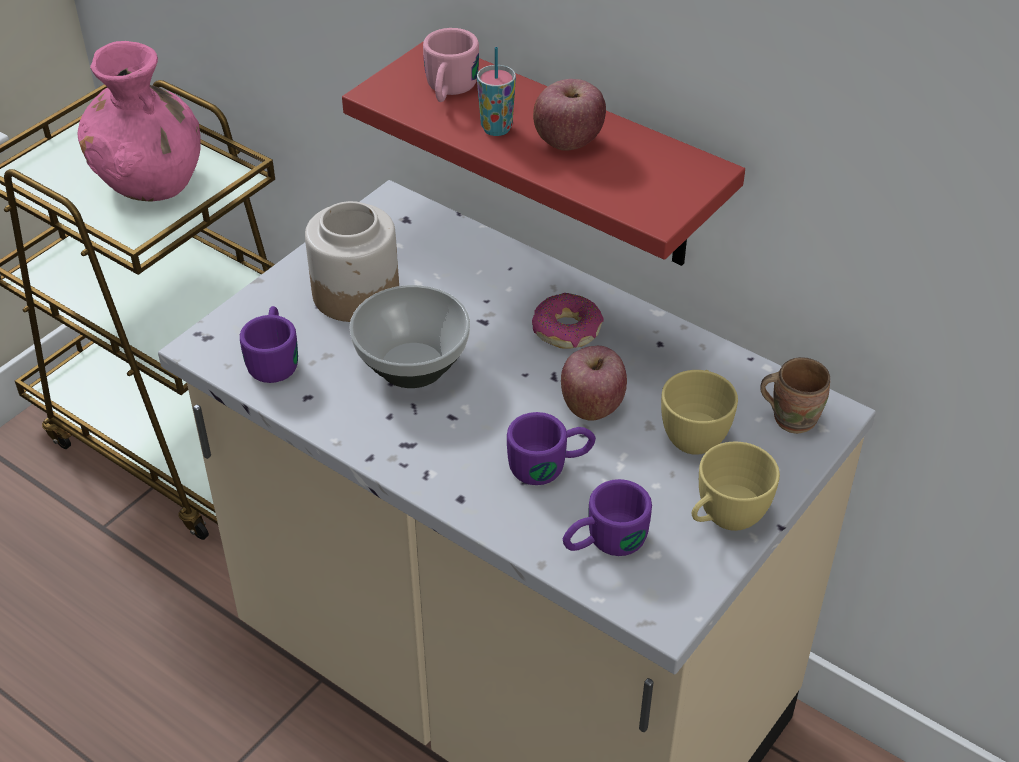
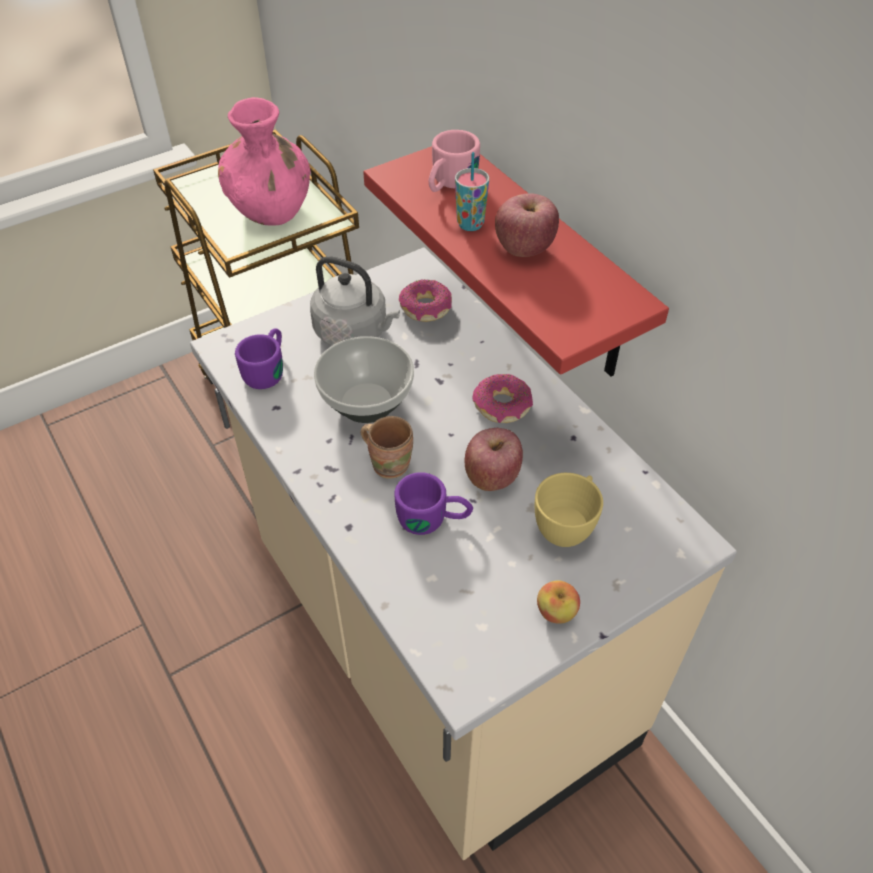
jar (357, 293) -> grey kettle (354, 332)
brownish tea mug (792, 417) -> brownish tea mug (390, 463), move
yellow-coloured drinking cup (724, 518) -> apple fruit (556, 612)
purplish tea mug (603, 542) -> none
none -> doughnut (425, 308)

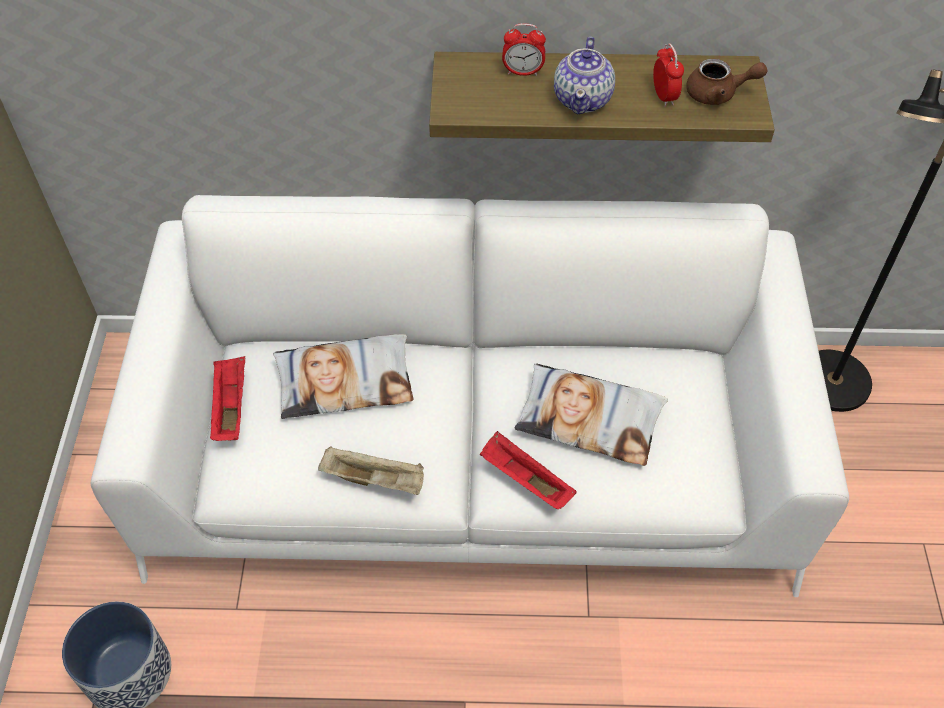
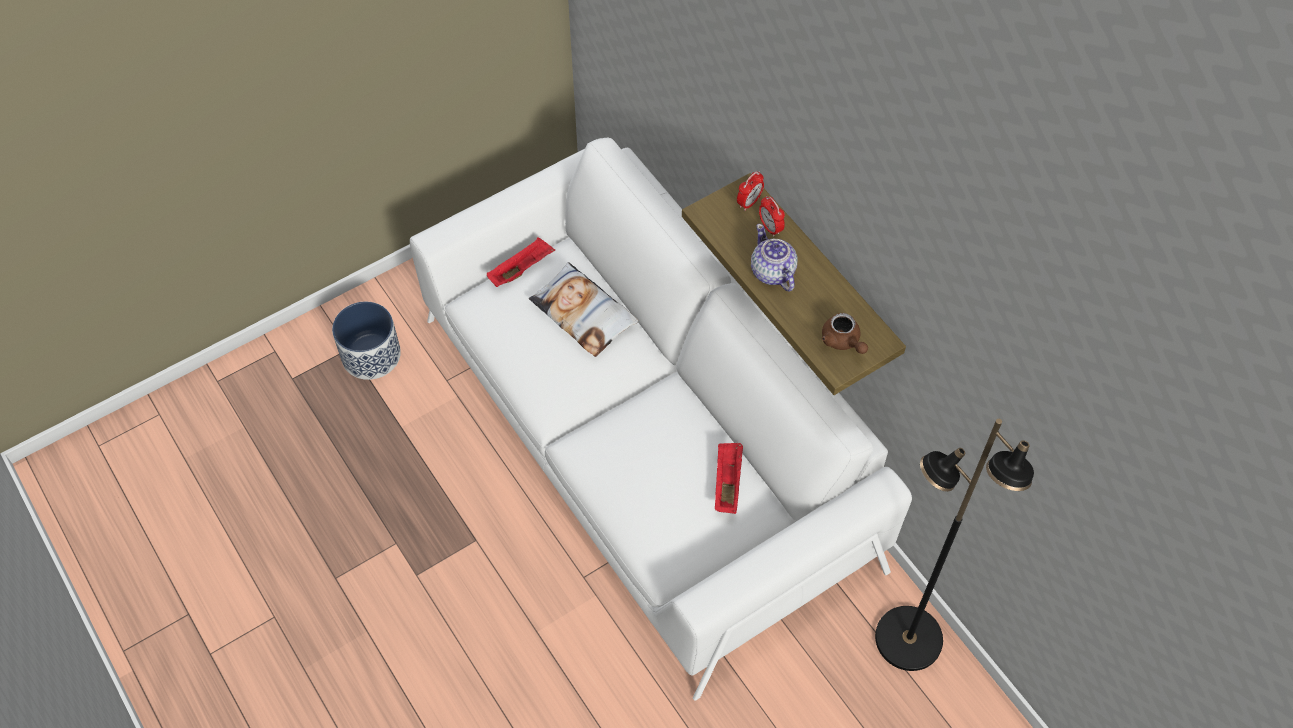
pot for tea (583, 99) -> pot for tea (772, 272), 90 degrees clockwise
alarm clock (664, 96) -> alarm clock (749, 202), move
throw pillow (589, 419) -> none
reddish serving tray (524, 480) -> reddish serving tray (727, 482), move
sand-coloured serving tray (375, 479) -> none

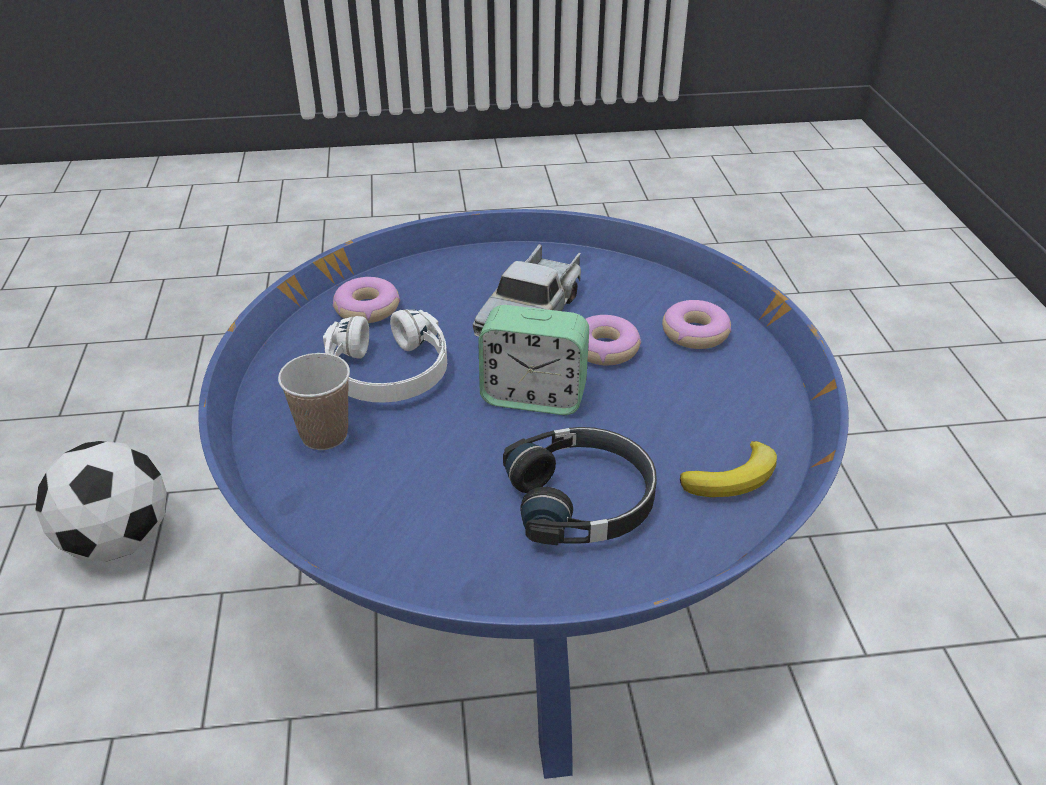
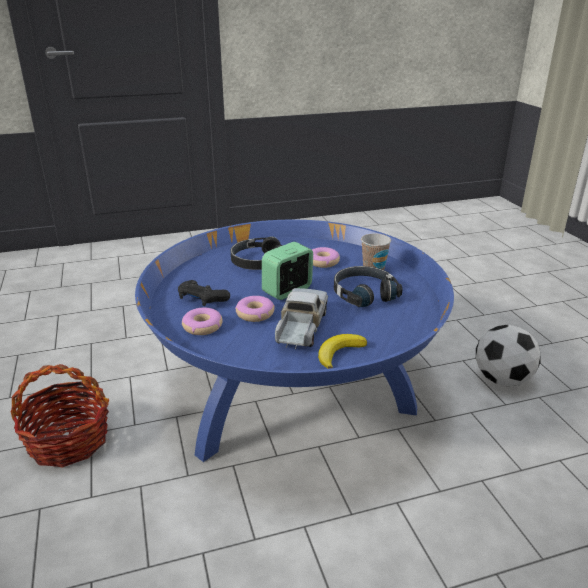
doughnut (367, 309) -> doughnut (323, 262), move
alarm clock (533, 397) -> alarm clock (287, 290), 45 degrees counterclockwise
white-coloured pair of headphones (388, 373) -> black-coloured pair of headphones (363, 293)
banana fruit (733, 478) -> banana fruit (339, 353), move
none -> black-coloured joypad (202, 299)
none -> household basket (68, 441)

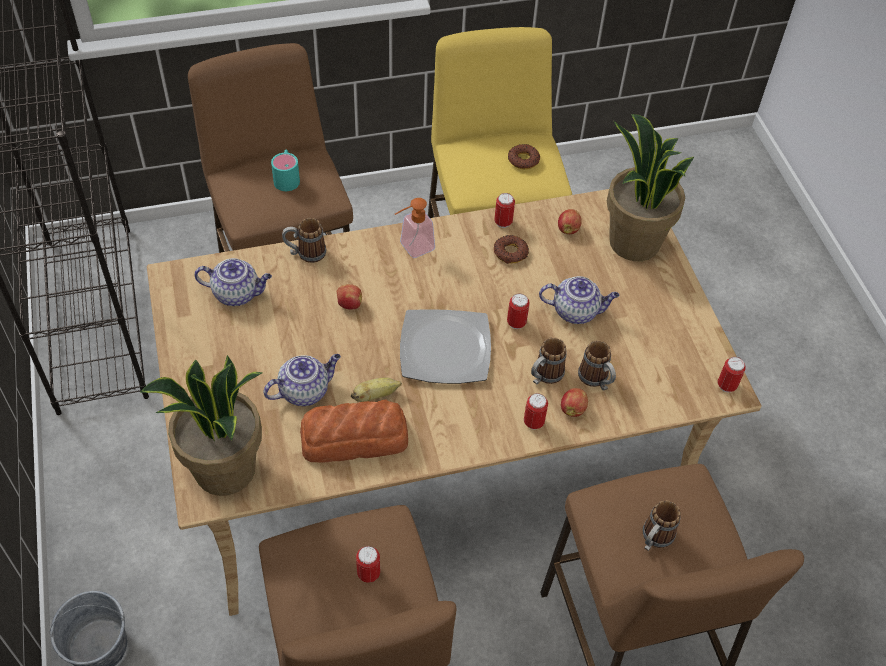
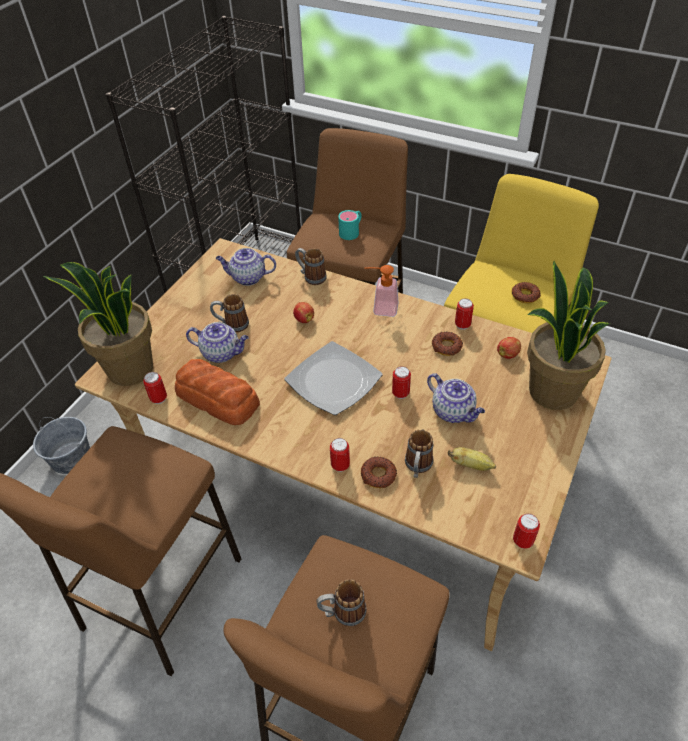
pot for tea (237, 293) -> pot for tea (247, 278), 135 degrees clockwise
tea mug (544, 376) -> tea mug (231, 325), move
banana fruit (375, 395) -> banana fruit (471, 465), move
apple fruit (573, 409) -> doughnut (378, 475)
can (368, 574) -> can (158, 398), move

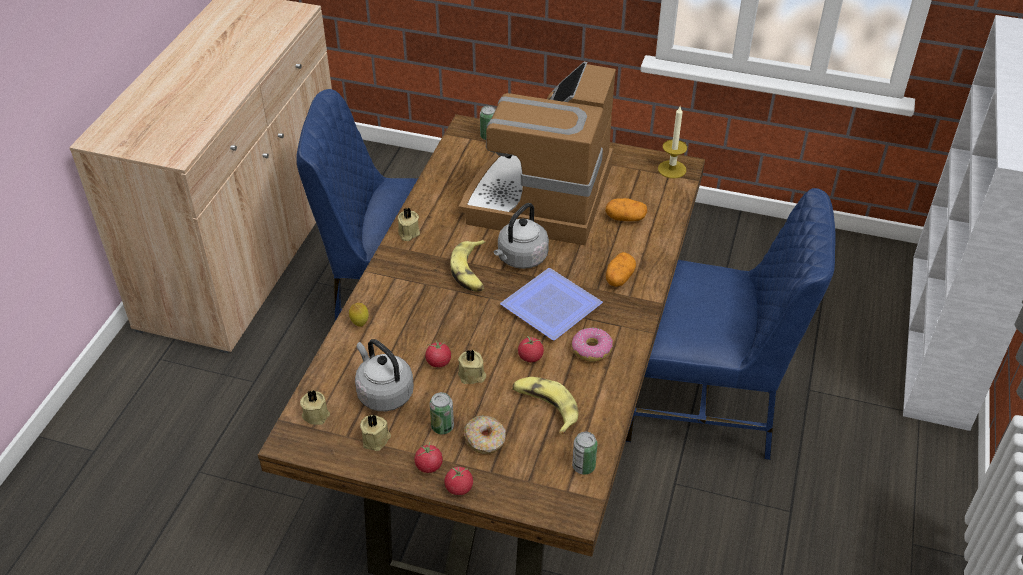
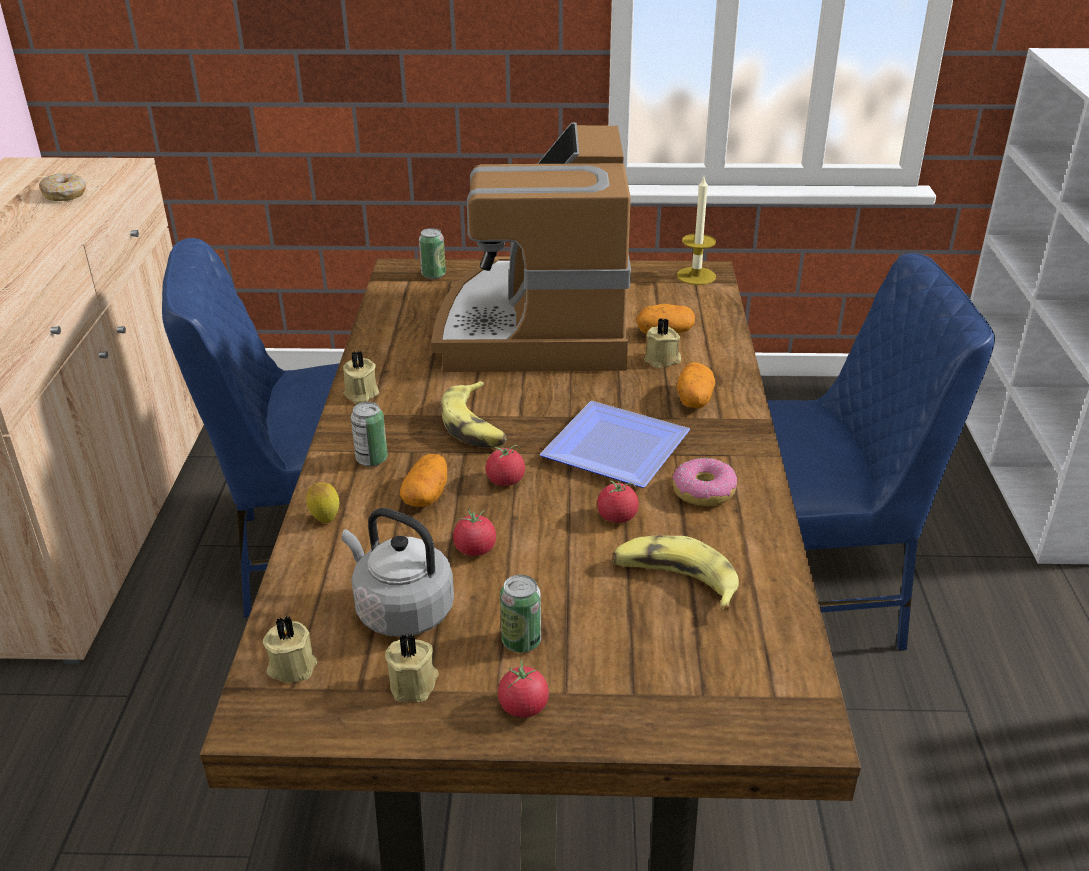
grey kettle (520, 259) -> none
sand-coloured candle (472, 376) -> sand-coloured candle (663, 360), move
doughnut (485, 440) -> doughnut (65, 195), move
can (583, 466) -> can (372, 459), move
fresh tomato (459, 488) -> fresh tomato (505, 481), move
none -> whole potato (426, 495)

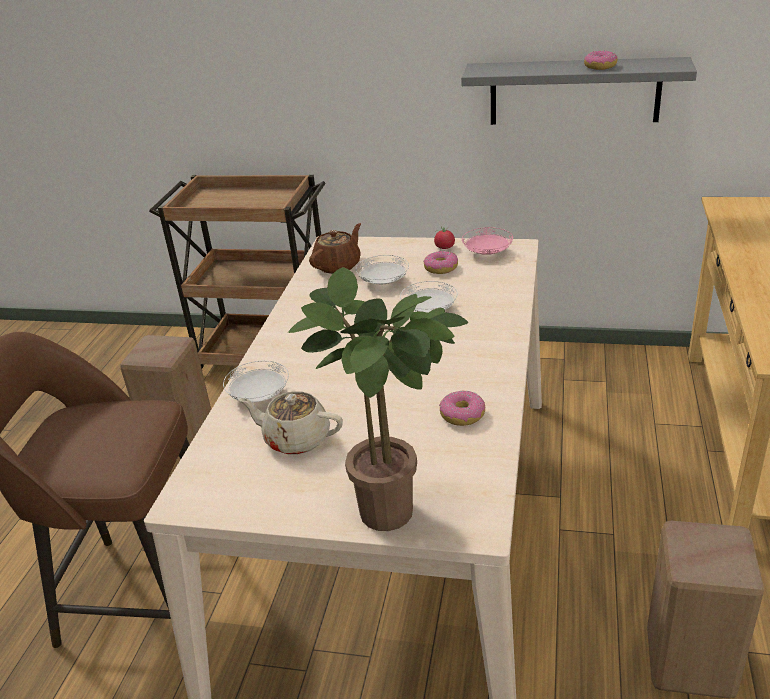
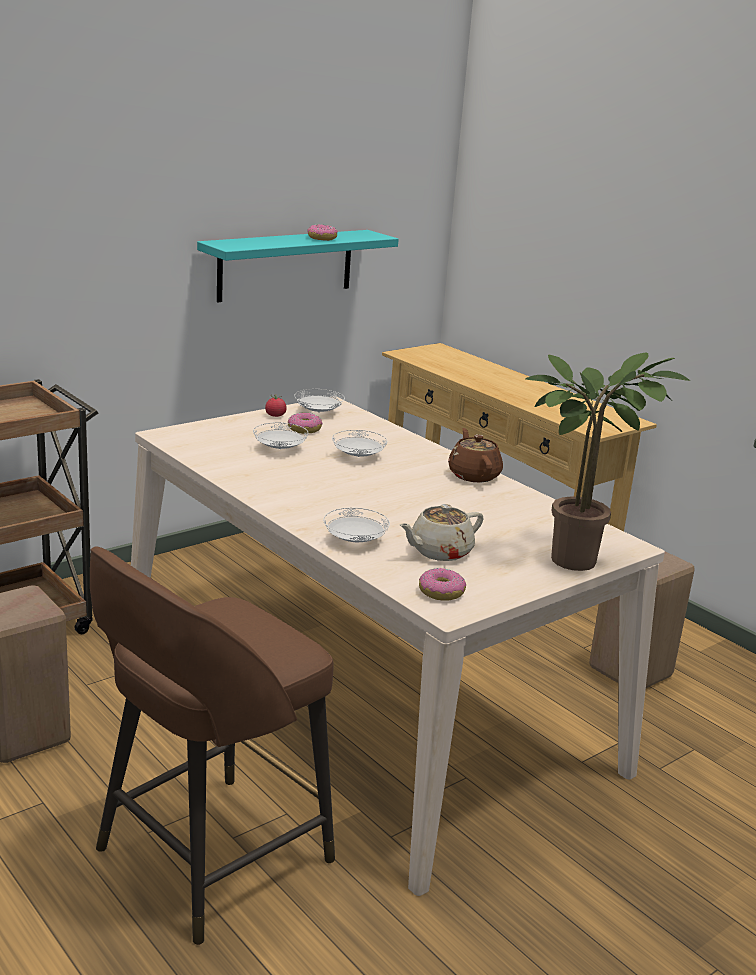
grey wall shelf (574, 92) -> blue-green wall shelf (286, 265)
brownish pot for tea (338, 265) -> brownish pot for tea (473, 475), move
pink-coloured dinner plate (487, 253) -> white-coloured dinner plate (318, 412)
doughnut (462, 415) -> doughnut (441, 592), move

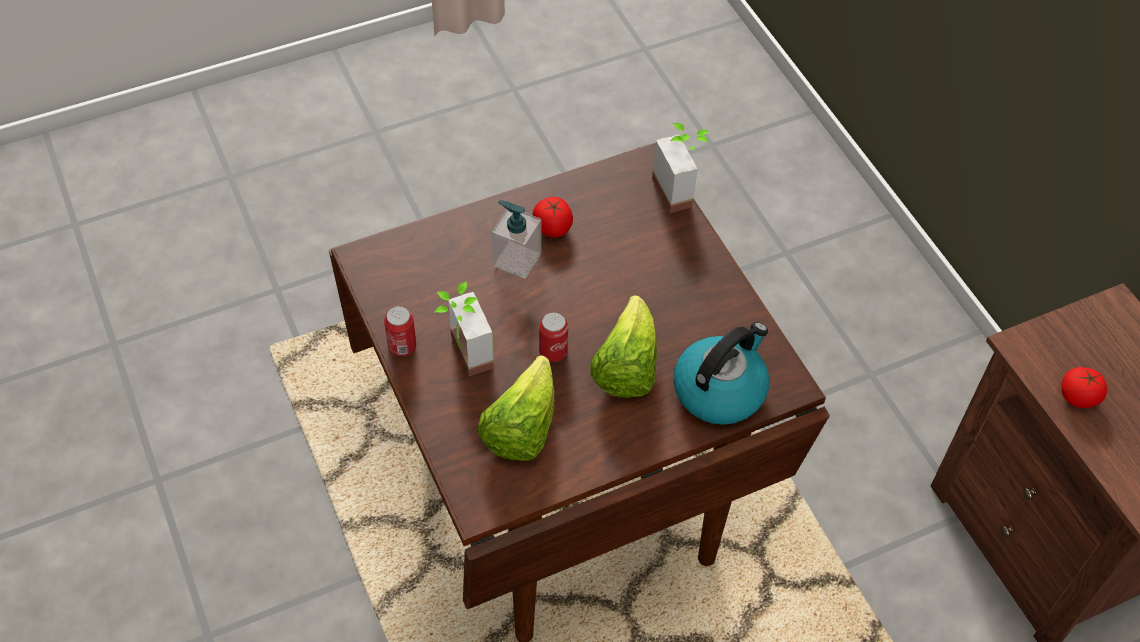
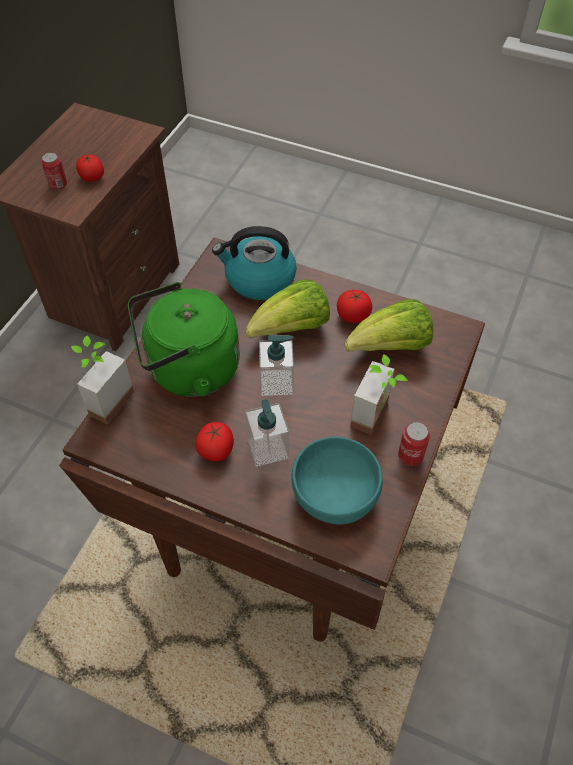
can (553, 352) -> can (58, 185), move
none -> greenish kettle (188, 370)
none -> fresh tomato (353, 315)
none -> soap bottle (277, 382)
none -> blue-green bowl (335, 495)

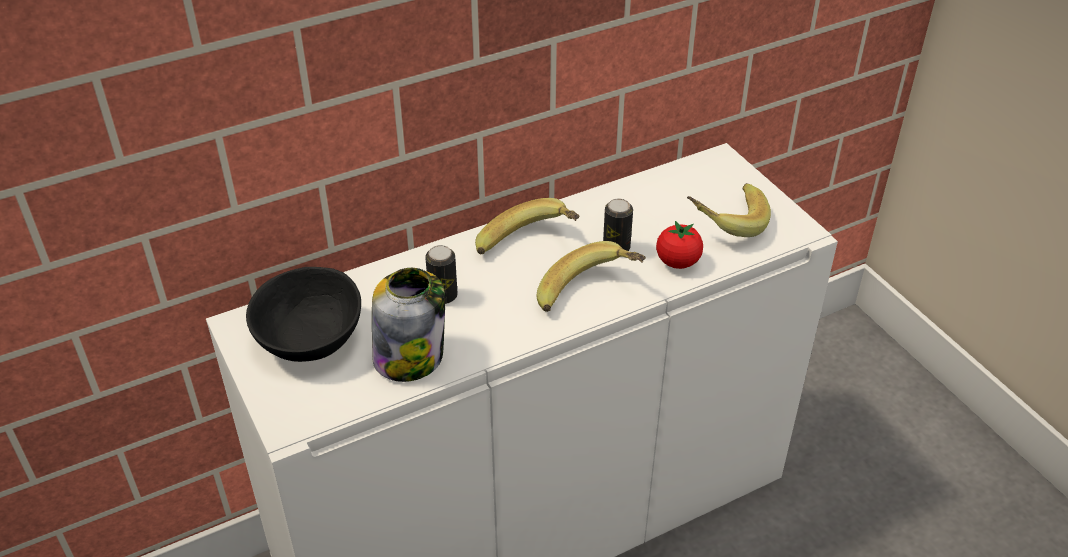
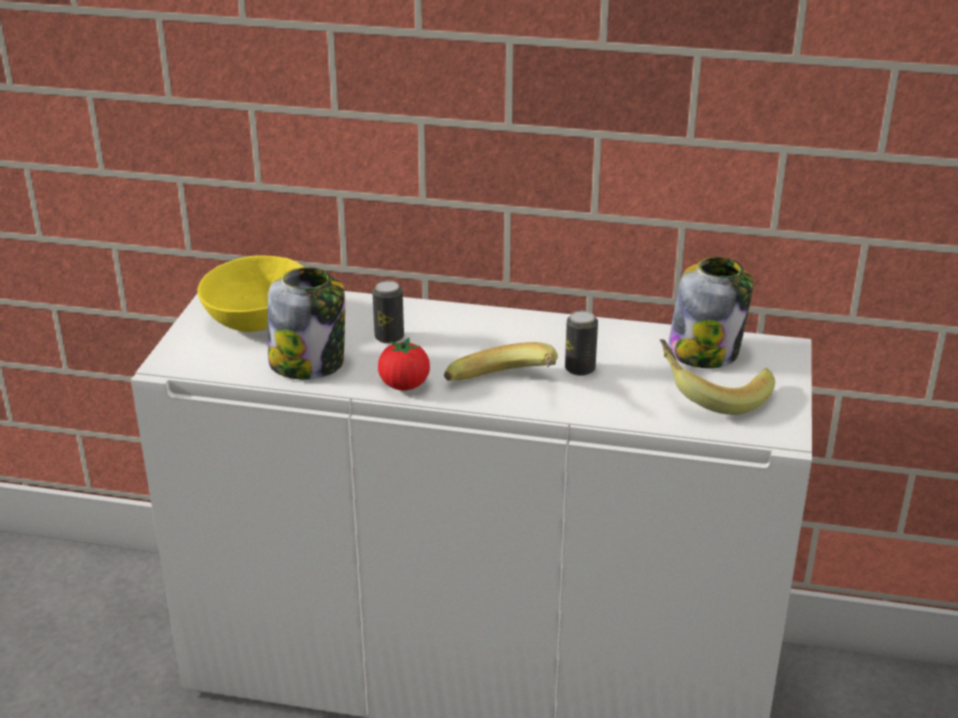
banana fruit (529, 247) -> none
fresh tomato (677, 262) -> fresh tomato (404, 385), move
black-coloured bowl (309, 338) -> yellow-coloured bowl (257, 319)
none -> jar (705, 352)

